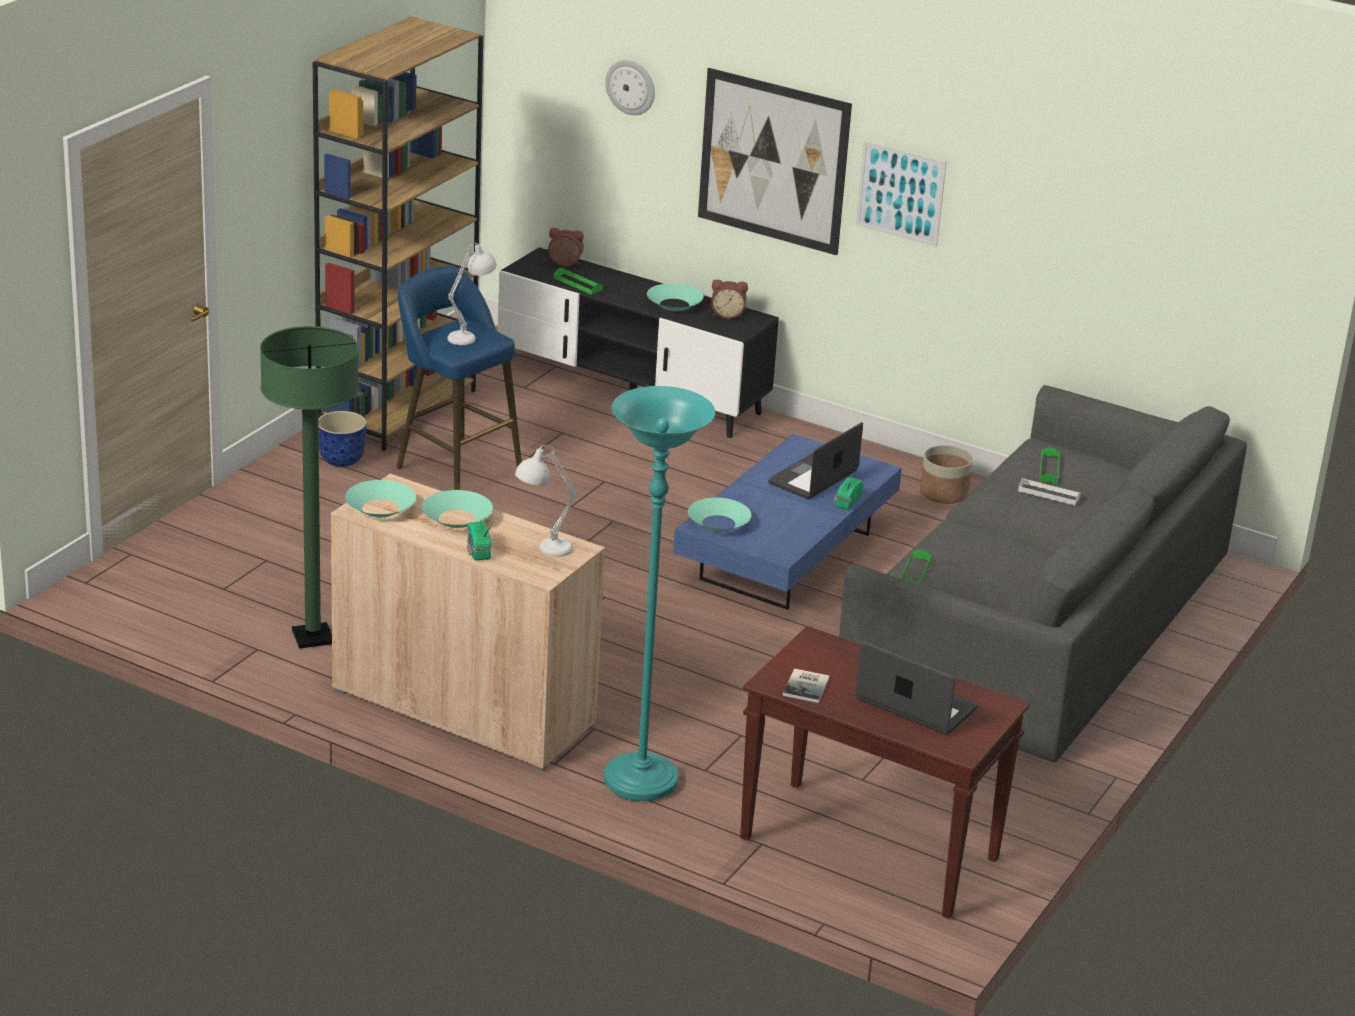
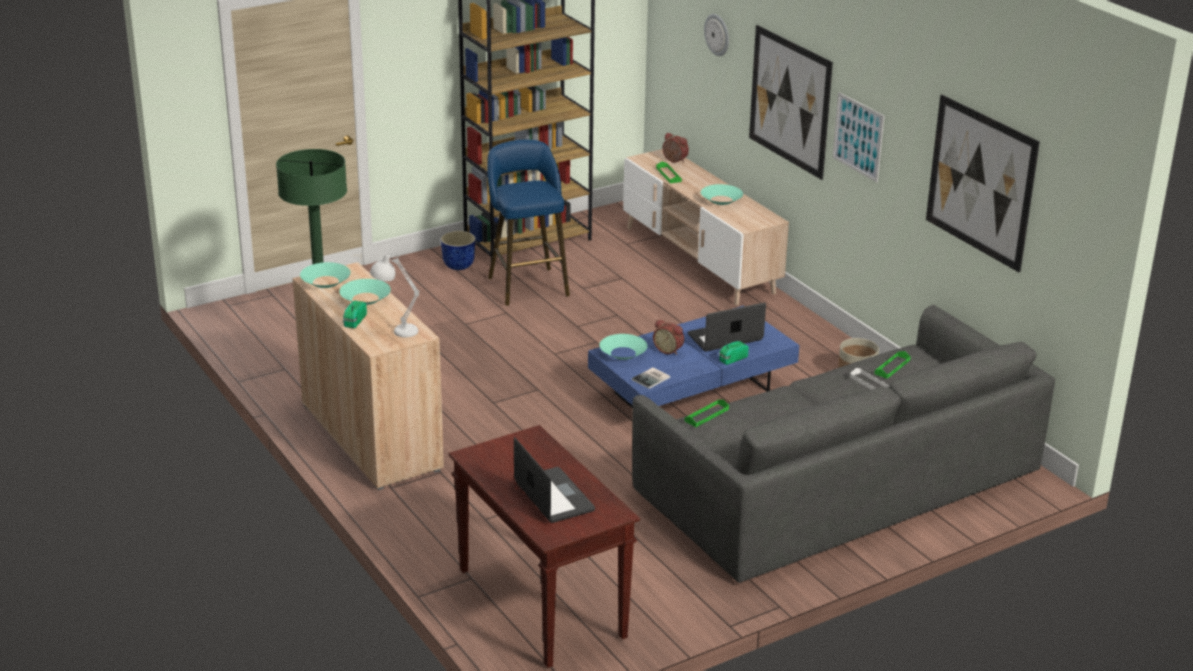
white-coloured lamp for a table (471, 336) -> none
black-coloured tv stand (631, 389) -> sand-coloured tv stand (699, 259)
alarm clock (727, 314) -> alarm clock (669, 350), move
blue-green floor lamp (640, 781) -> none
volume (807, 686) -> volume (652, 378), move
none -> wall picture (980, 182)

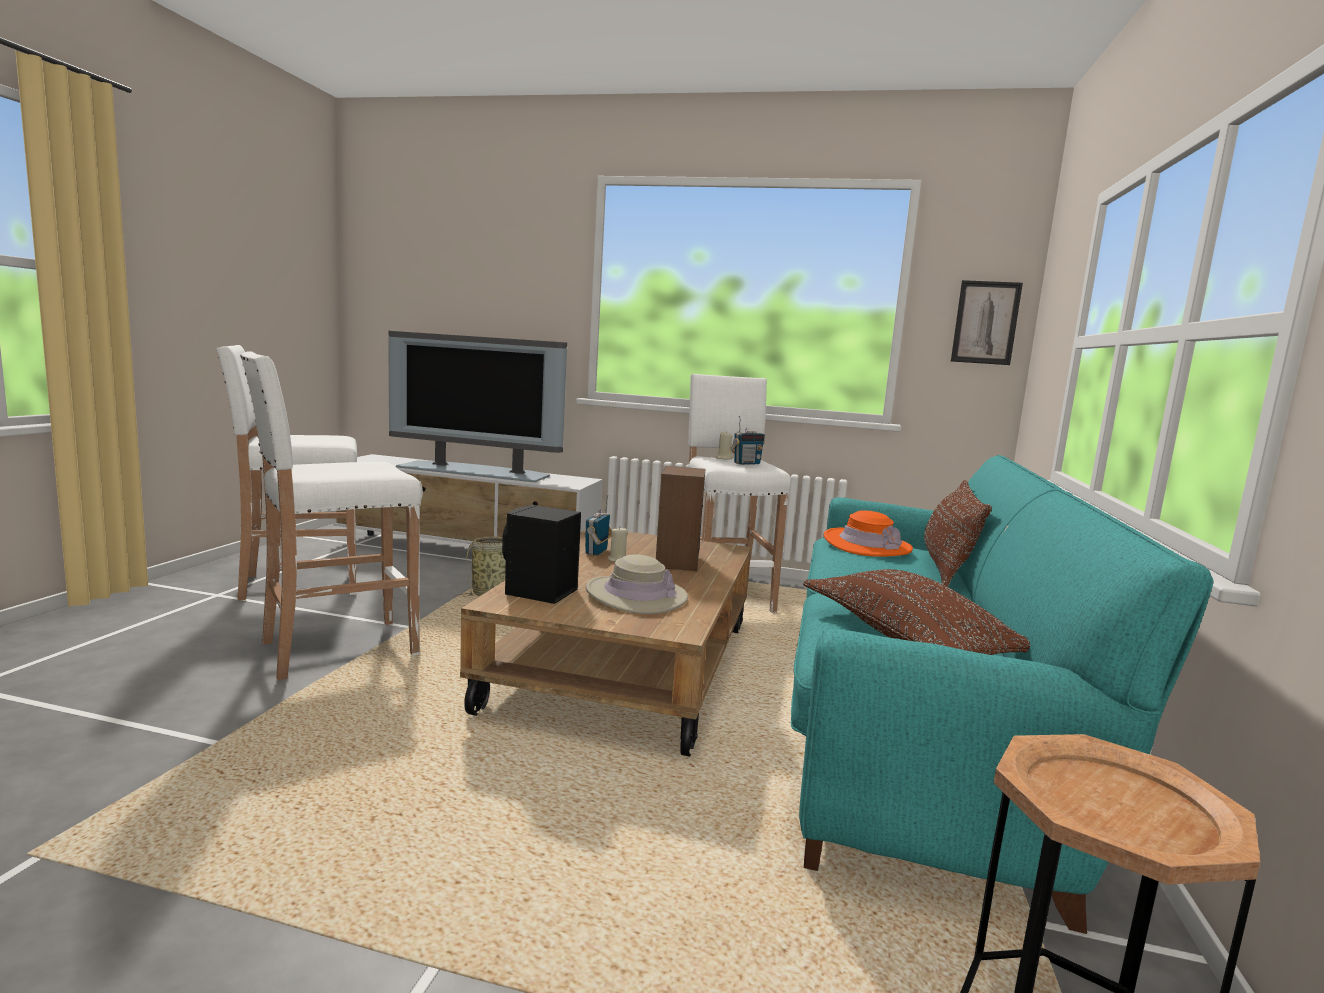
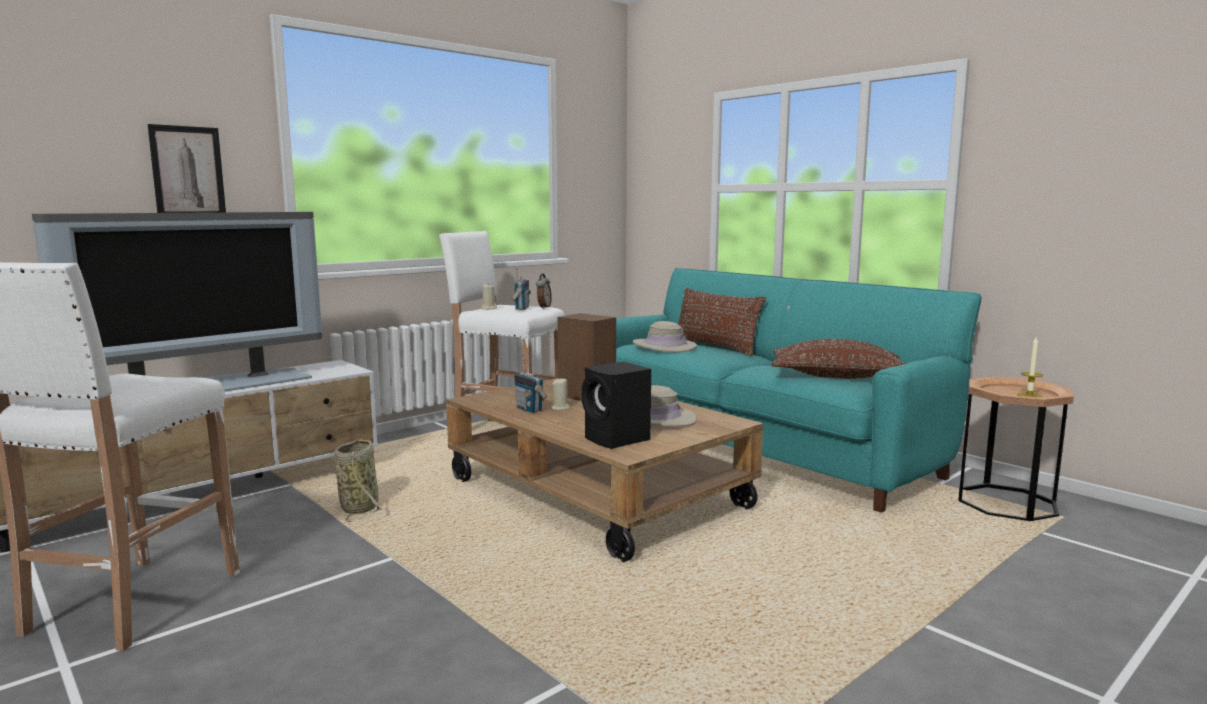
wall picture (985, 322) -> wall picture (188, 172), move
white-coloured stool (336, 649) -> none
orange wearable hat (866, 545) -> sand-coloured wearable hat (664, 346)
none -> alarm clock (543, 307)
none -> candle (1029, 395)

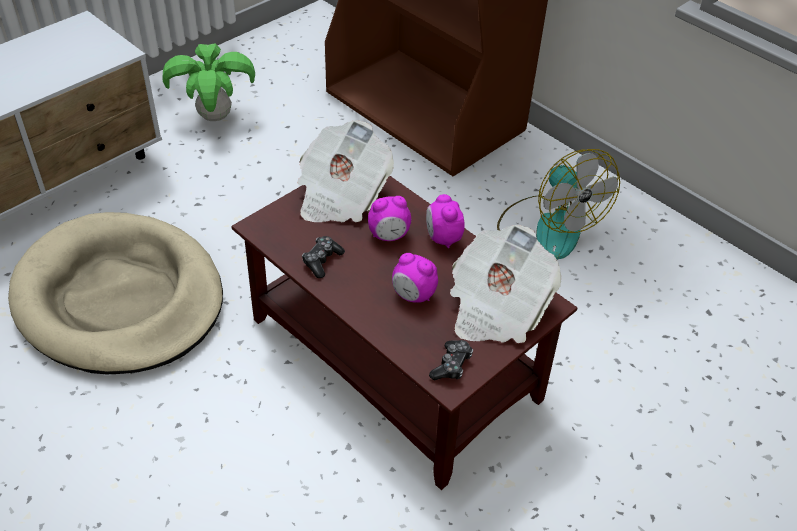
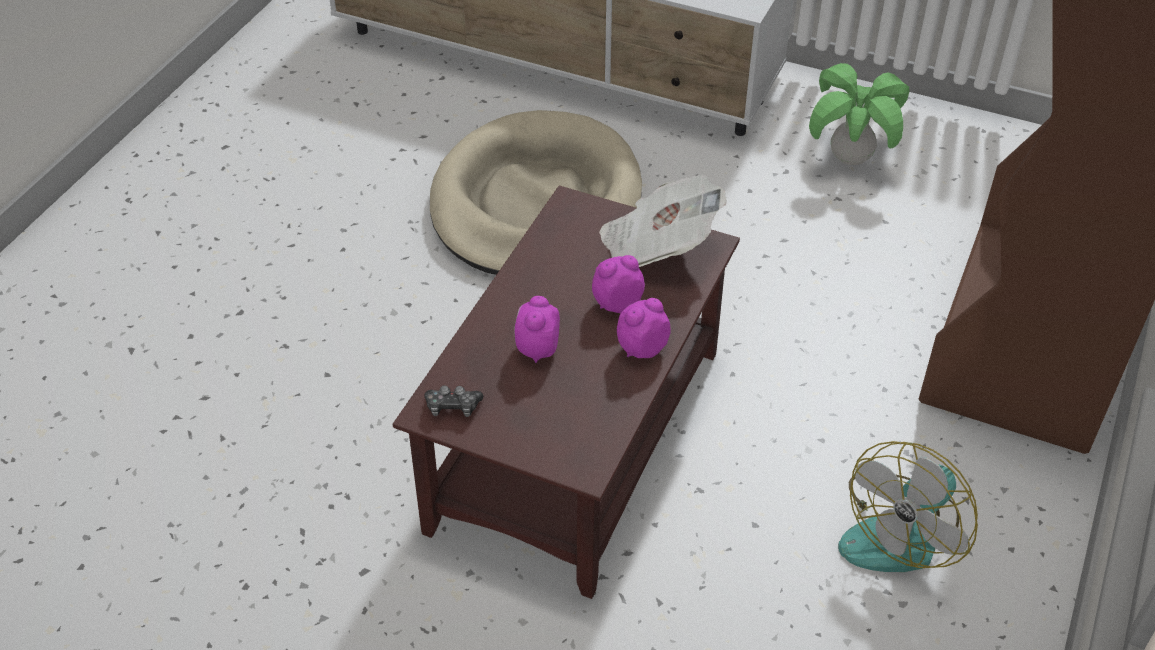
alarm clock (389, 236) -> alarm clock (617, 303), 105 degrees clockwise
daily paper (496, 307) -> none
joypad (322, 261) -> none

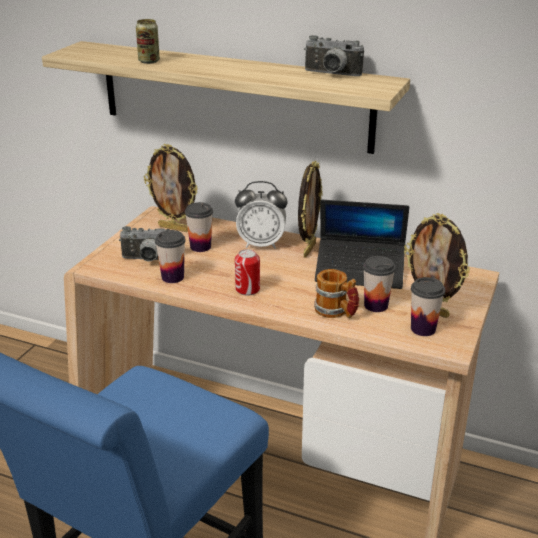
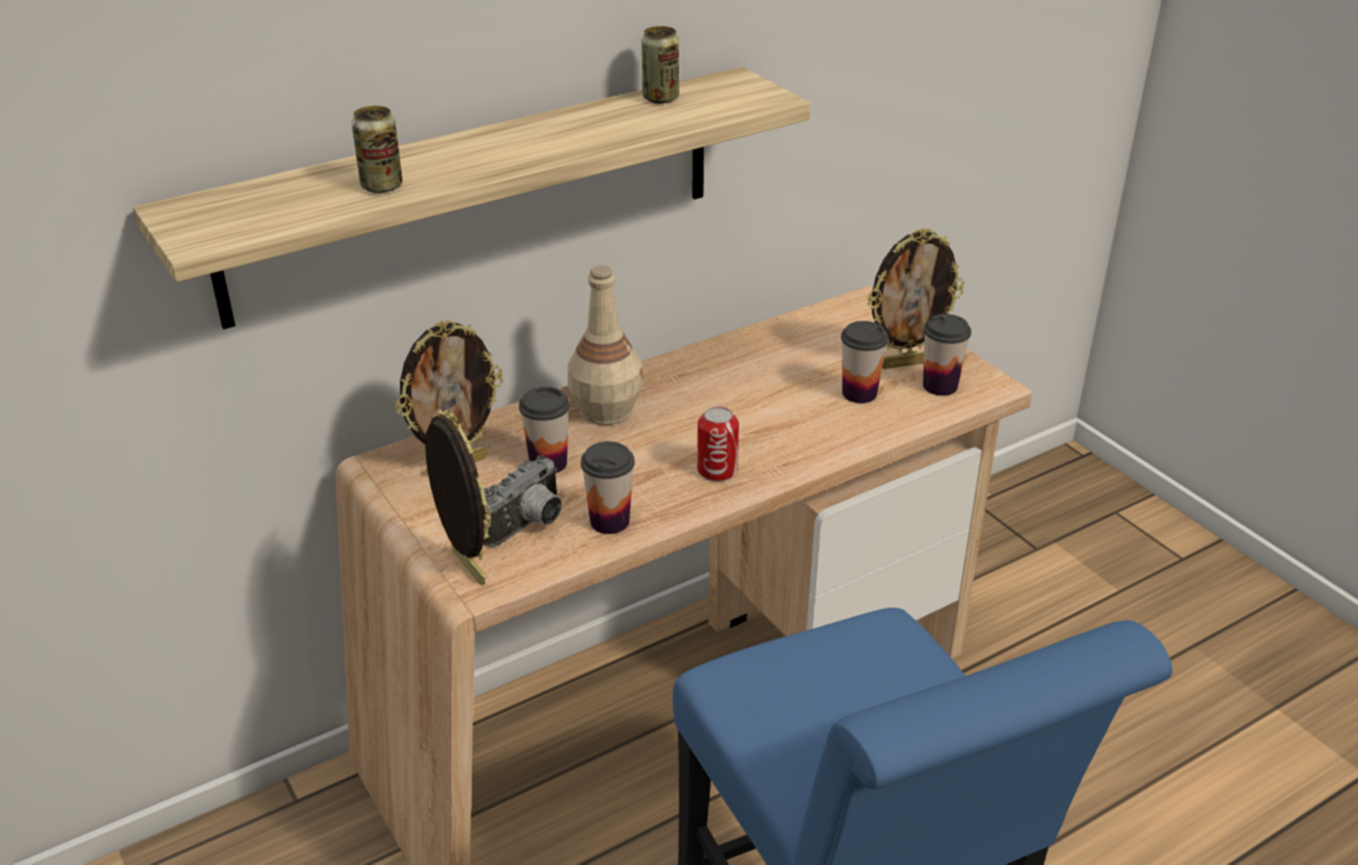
photo camera (331, 74) -> can (660, 98)
standing frame (308, 249) -> standing frame (465, 567), move
alarm clock (261, 244) -> sand-coloured drink bottle (606, 410)
notebook computer (360, 271) -> none
tea mug (336, 312) -> none

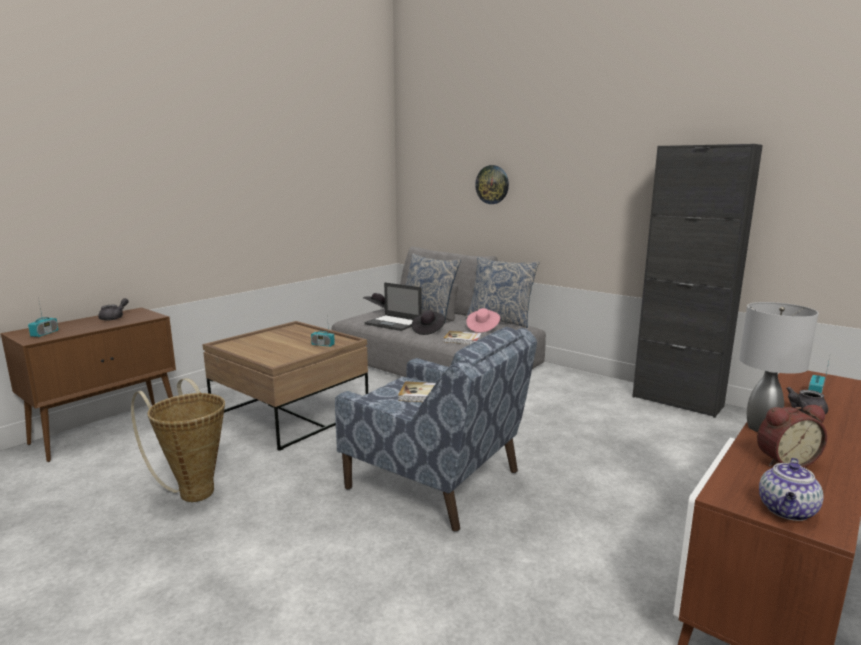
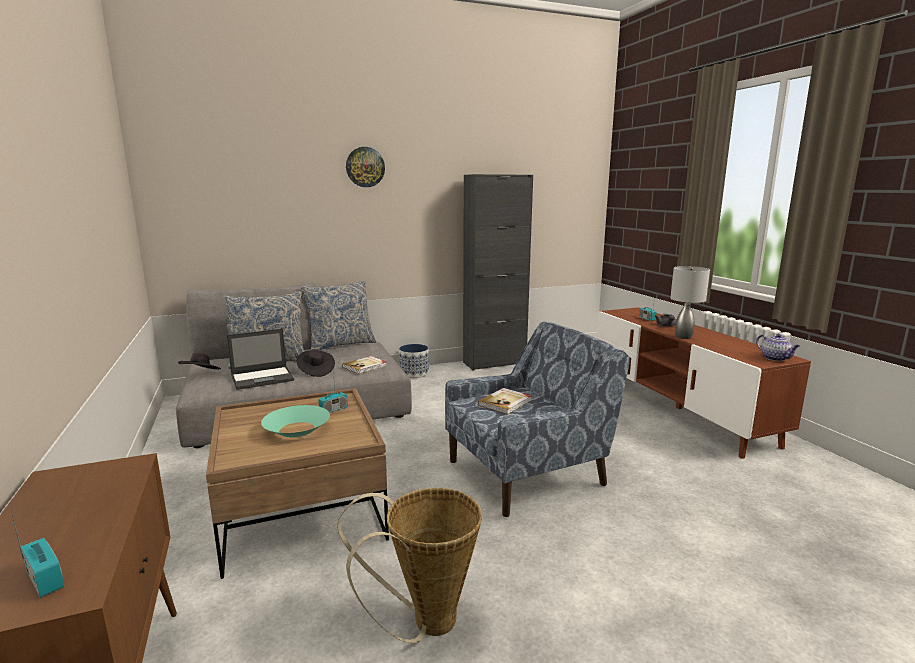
wall clock (492, 184) -> wall clock (365, 167), move
grey pot for tea (115, 318) -> none
pink-coloured wearable hat (482, 328) -> none
alarm clock (784, 461) -> none
none -> flower pot (414, 373)
none -> blue-green bowl (296, 429)

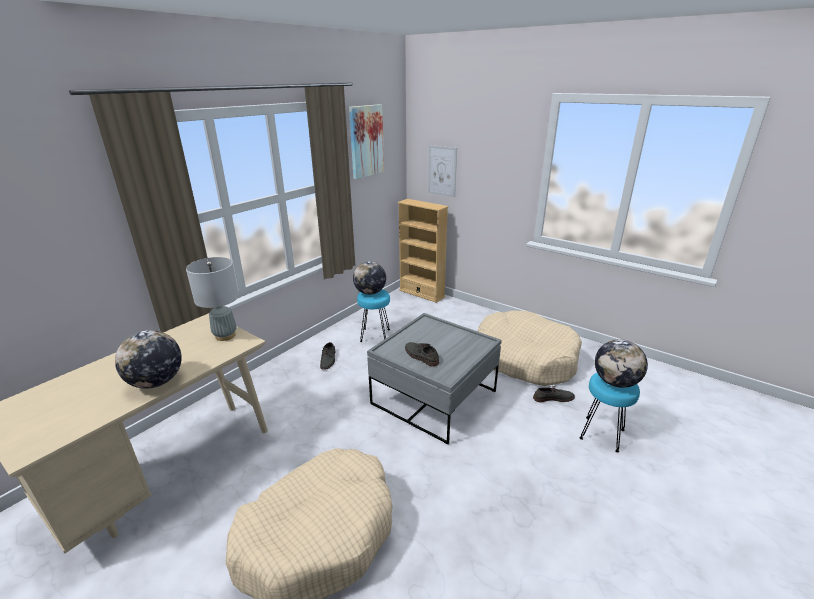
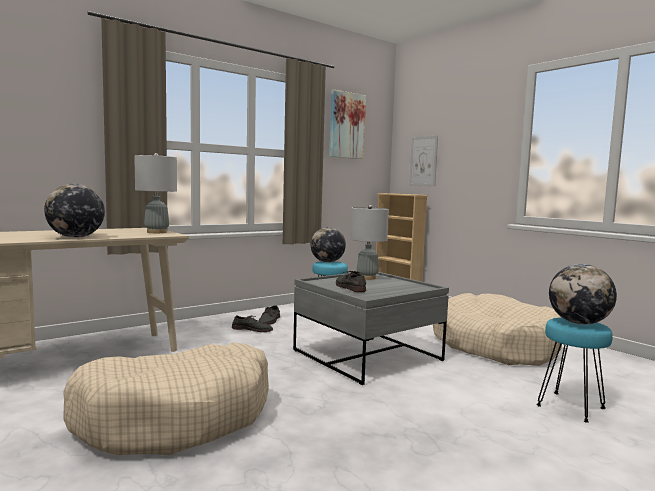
grey low shoe (553, 398) -> grey low shoe (252, 329), move
none -> grey lamp for a table (367, 277)

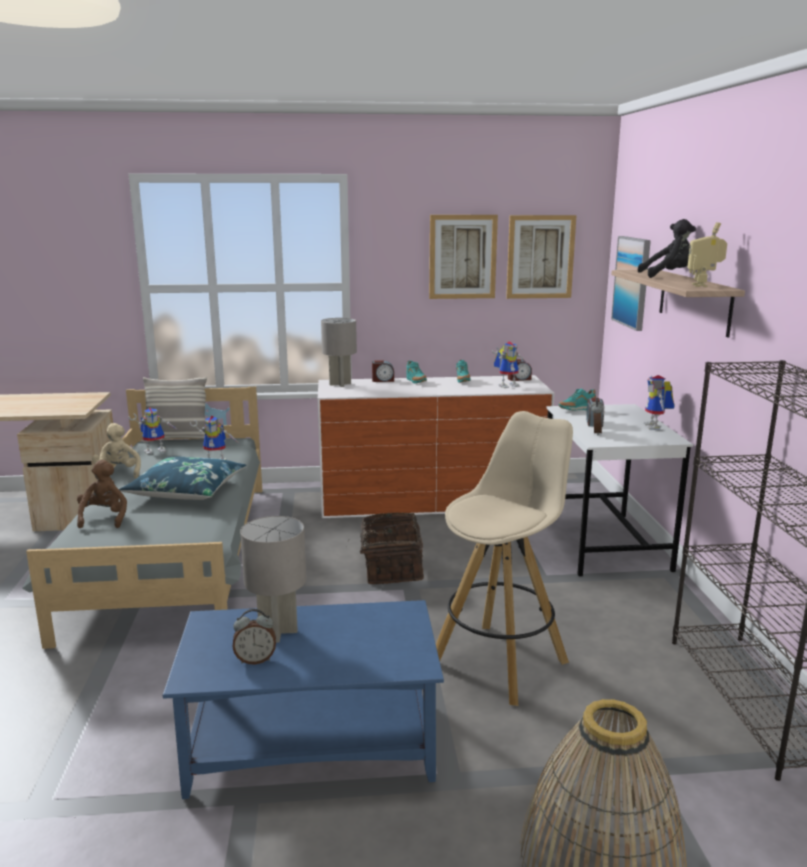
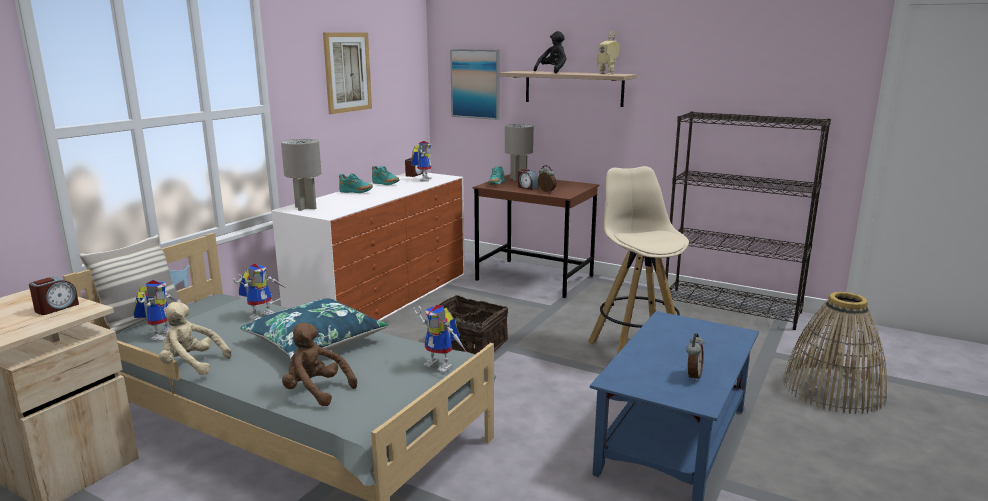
wall picture (540, 257) -> none
alarm clock (383, 380) -> alarm clock (56, 308), move
robot figure (656, 427) -> robot figure (442, 365), move
white-coloured desk (604, 544) -> brownish desk (535, 278)
grey lamp for a table (277, 631) -> grey lamp for a table (518, 179), move

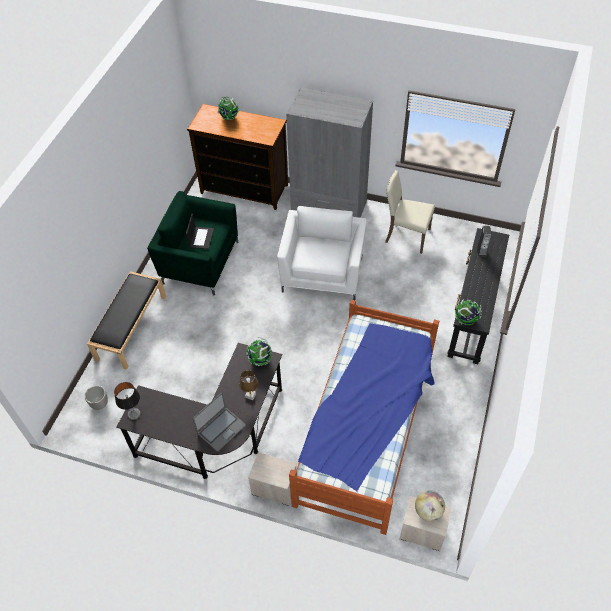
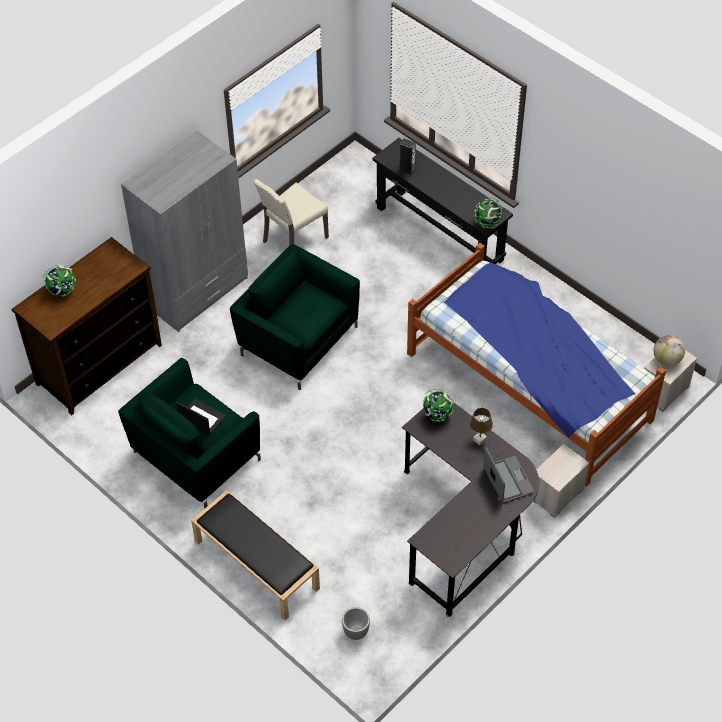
white-coloured armchair (323, 274) -> greenish armchair (298, 339)
lamp for a table (134, 414) -> none

